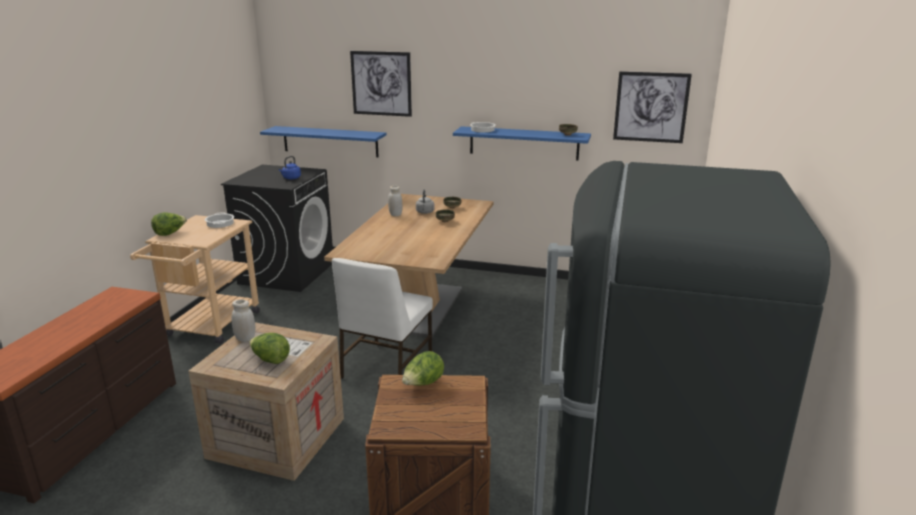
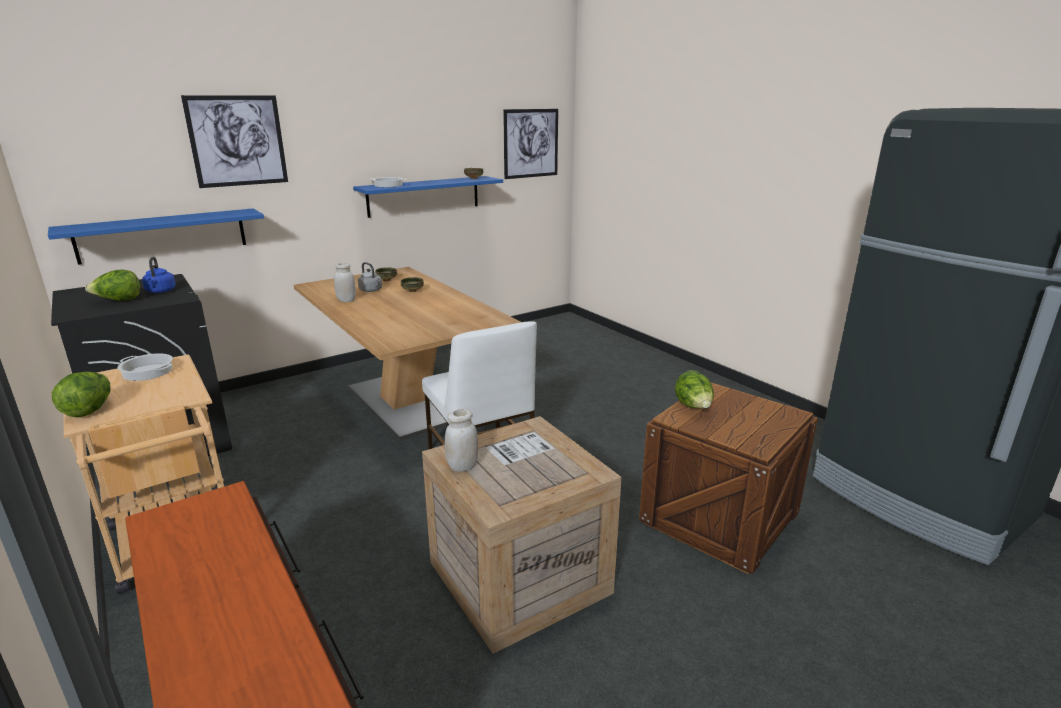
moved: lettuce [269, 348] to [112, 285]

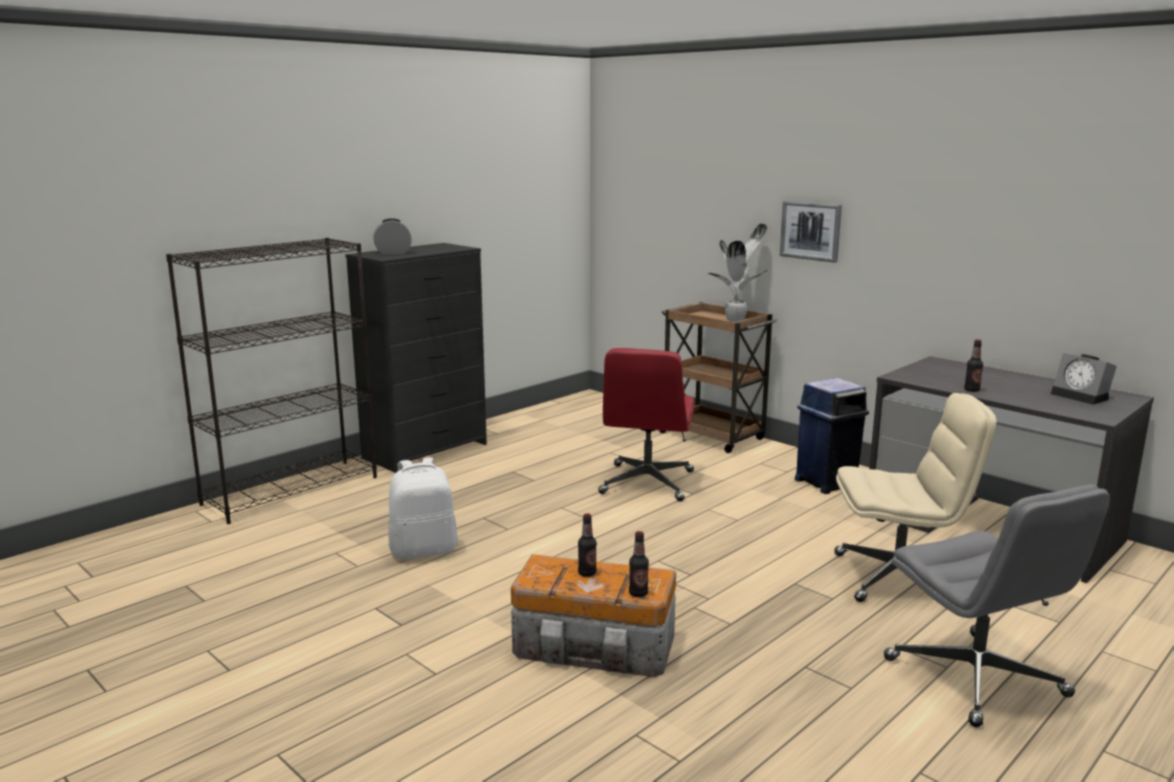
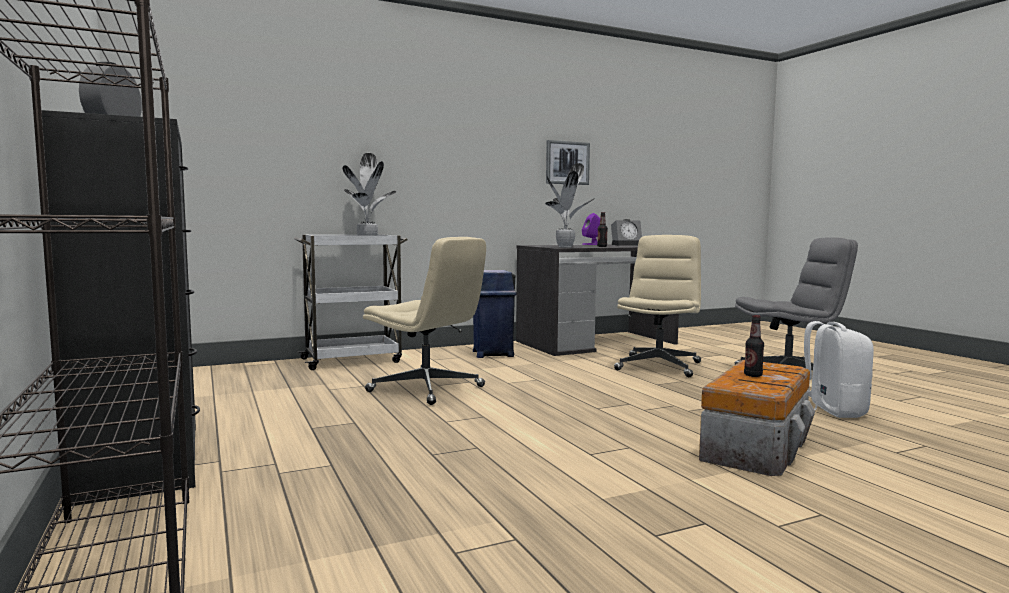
removed: bottle [639, 564]
added: potted plant [570, 205]; speaker in purple [591, 229]
moved: backpack in white [423, 509] to [839, 369]; picture [811, 232] to [568, 162]
recoloured: office chair in red [646, 424] to office chair in beige [424, 321]; cart in brown [718, 377] to cart in white [351, 302]

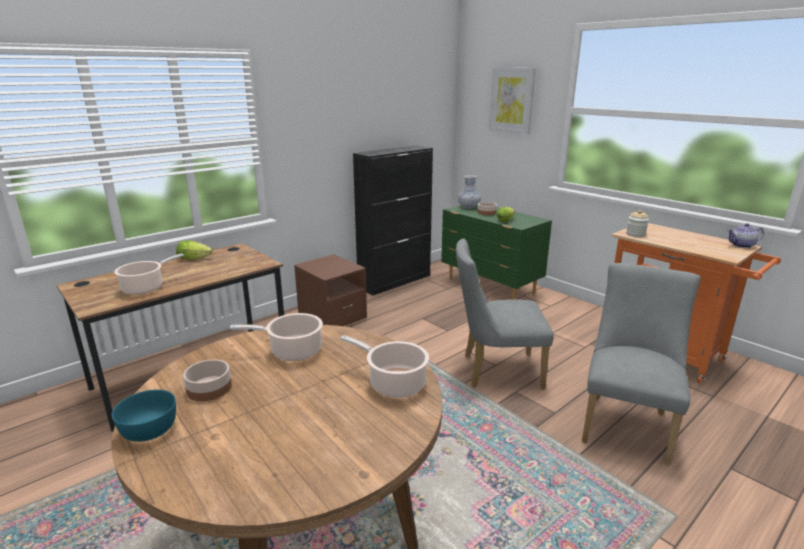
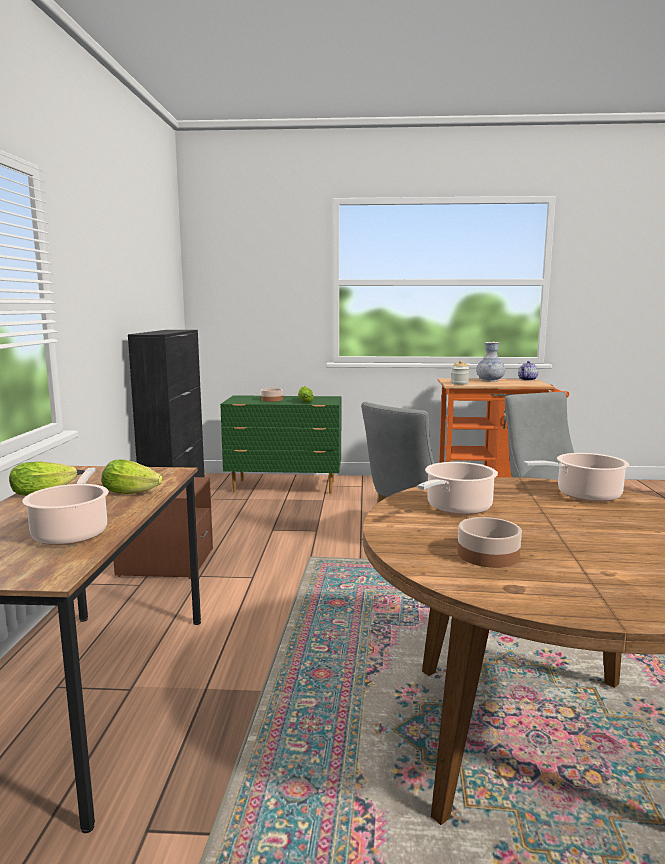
removed: bowl in turquoise [144, 415]; picture [512, 101]
added: lettuce [132, 477]
moved: vase [469, 192] to [491, 362]

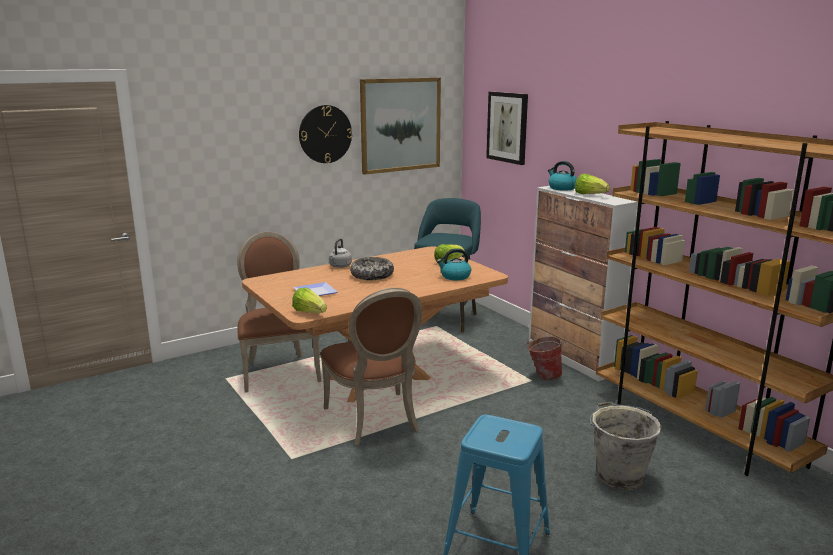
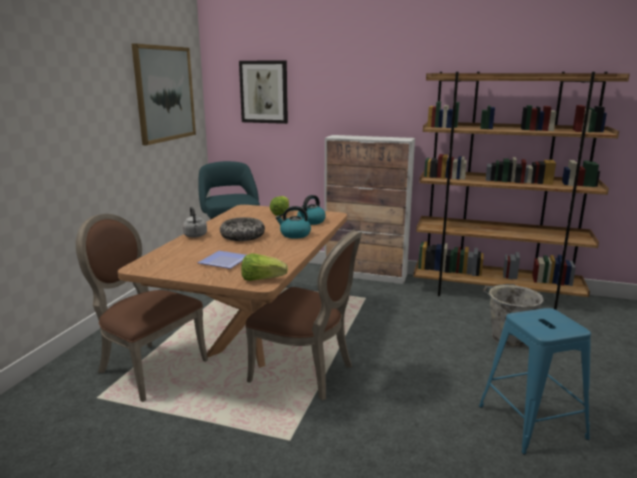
removed: wall clock [325, 134]; bucket [545, 358]; lettuce [592, 184]
moved: kettle [562, 176] to [293, 222]

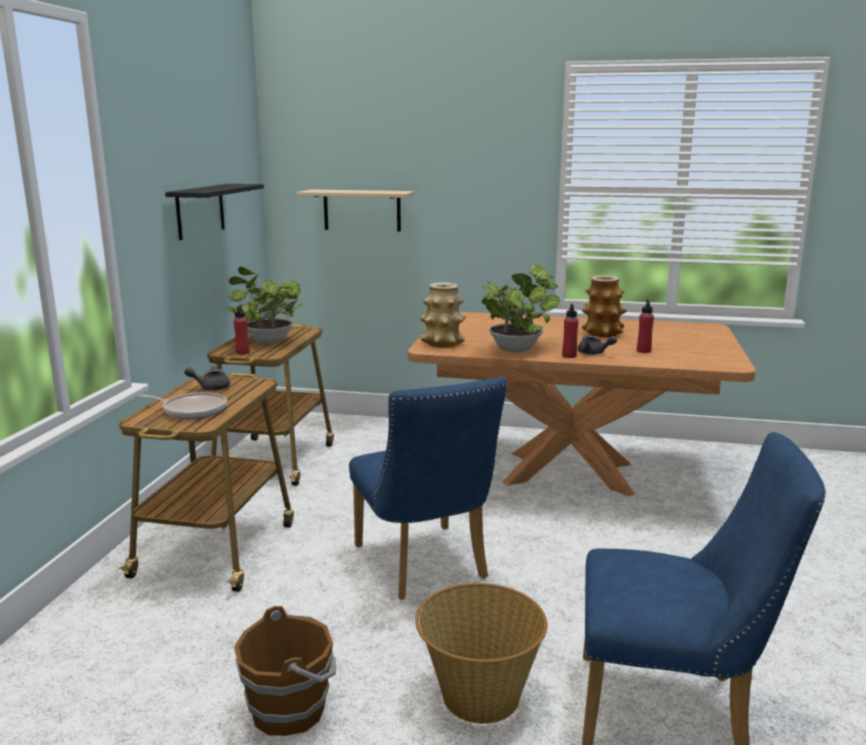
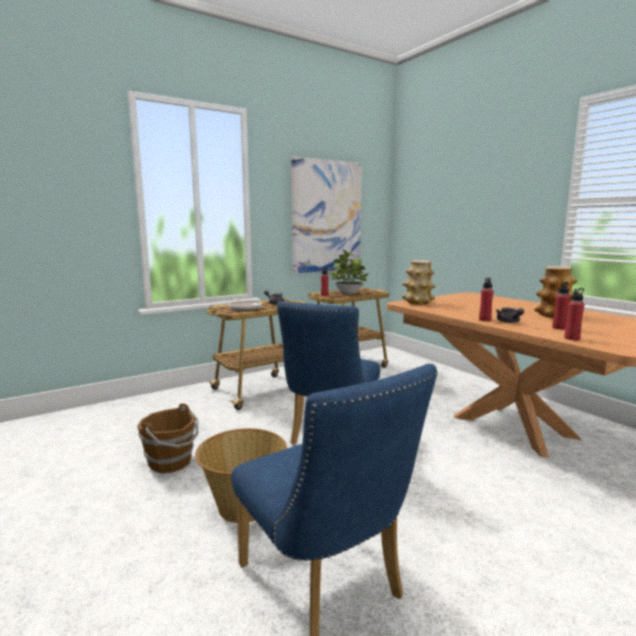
removed: shelf in beige [356, 211]; potted plant [521, 308]
added: bottle in red [574, 314]
replaced: shelf in black [214, 212] to picture [326, 215]

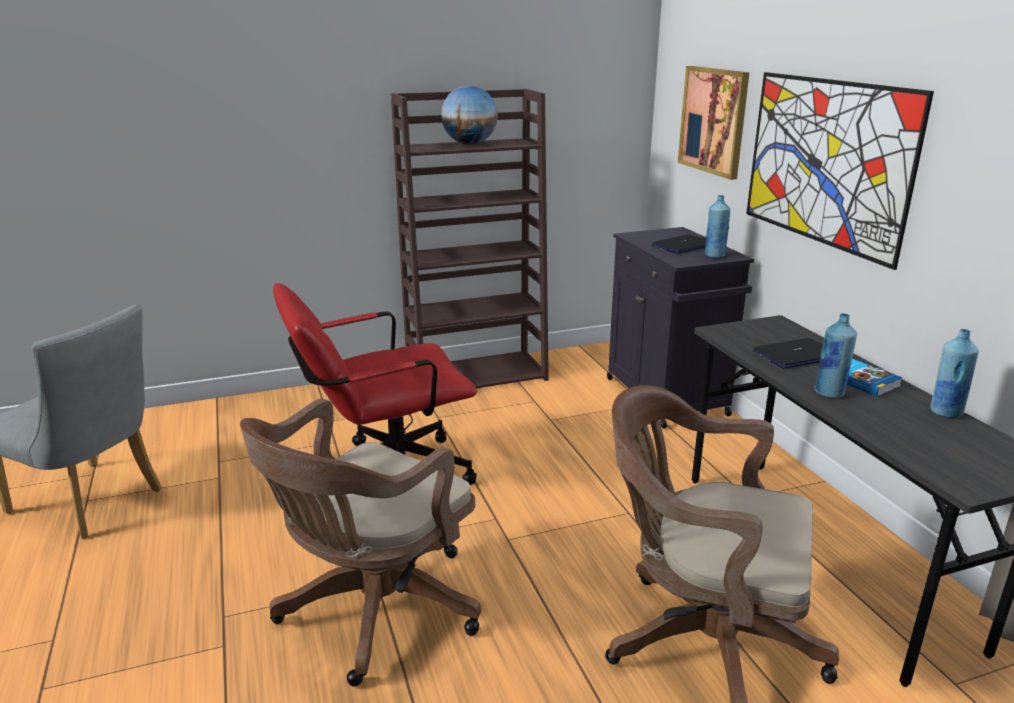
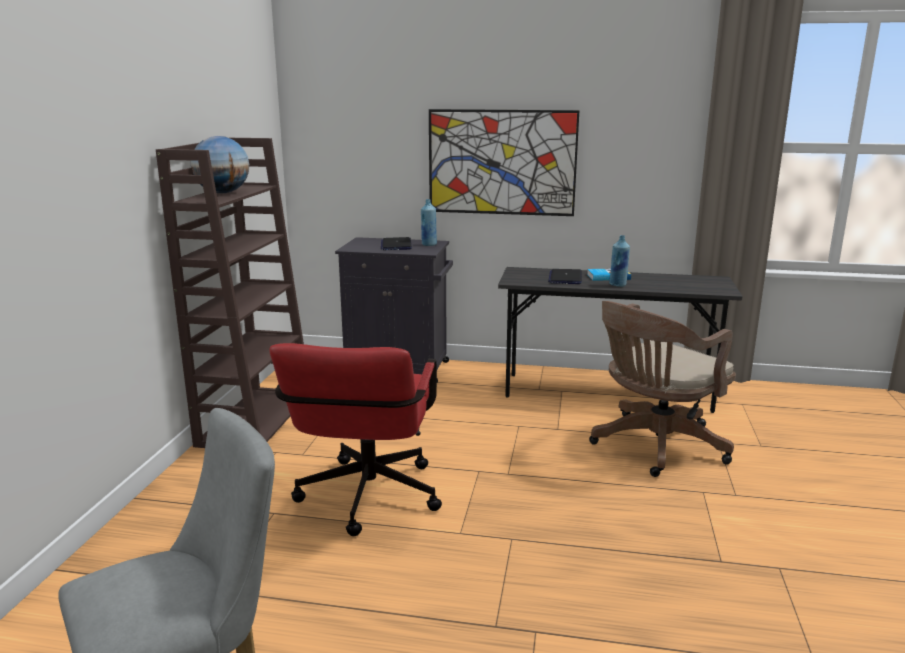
removed: office chair in brown [360, 542]; picture [713, 123]; bottle in blue [954, 373]

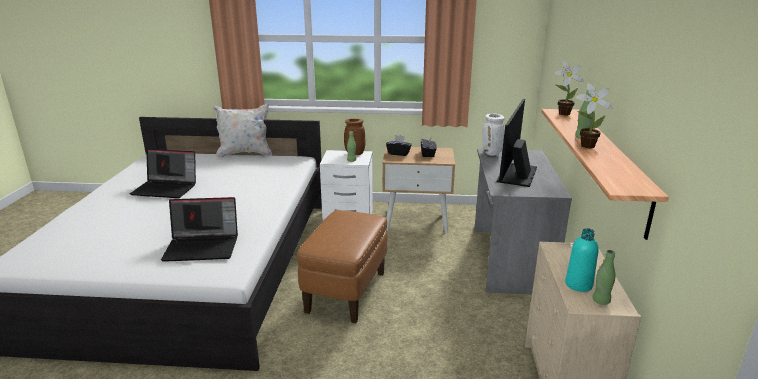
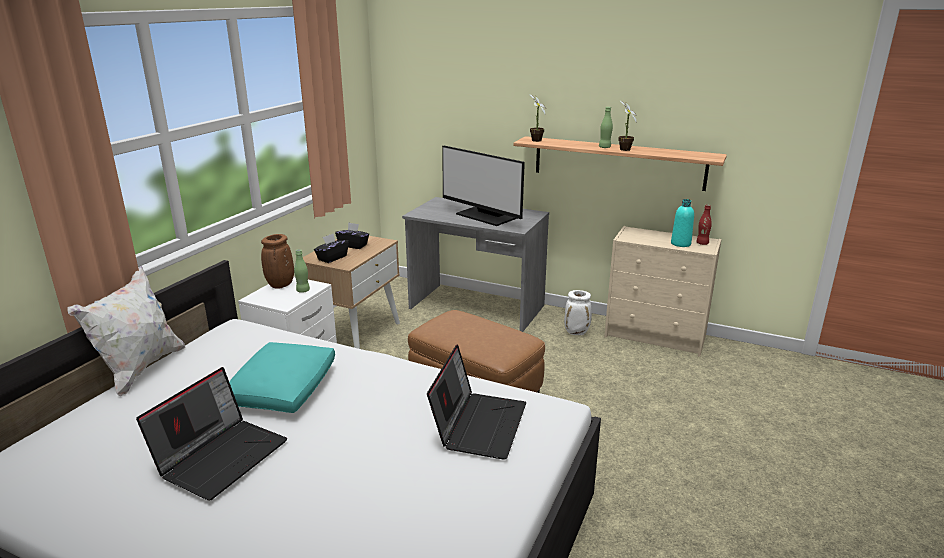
added: pillow in turquoise [282, 377]
moved: vase in white [493, 134] to [578, 312]
recoloured: bottle in green [604, 277] to bottle in red [704, 224]

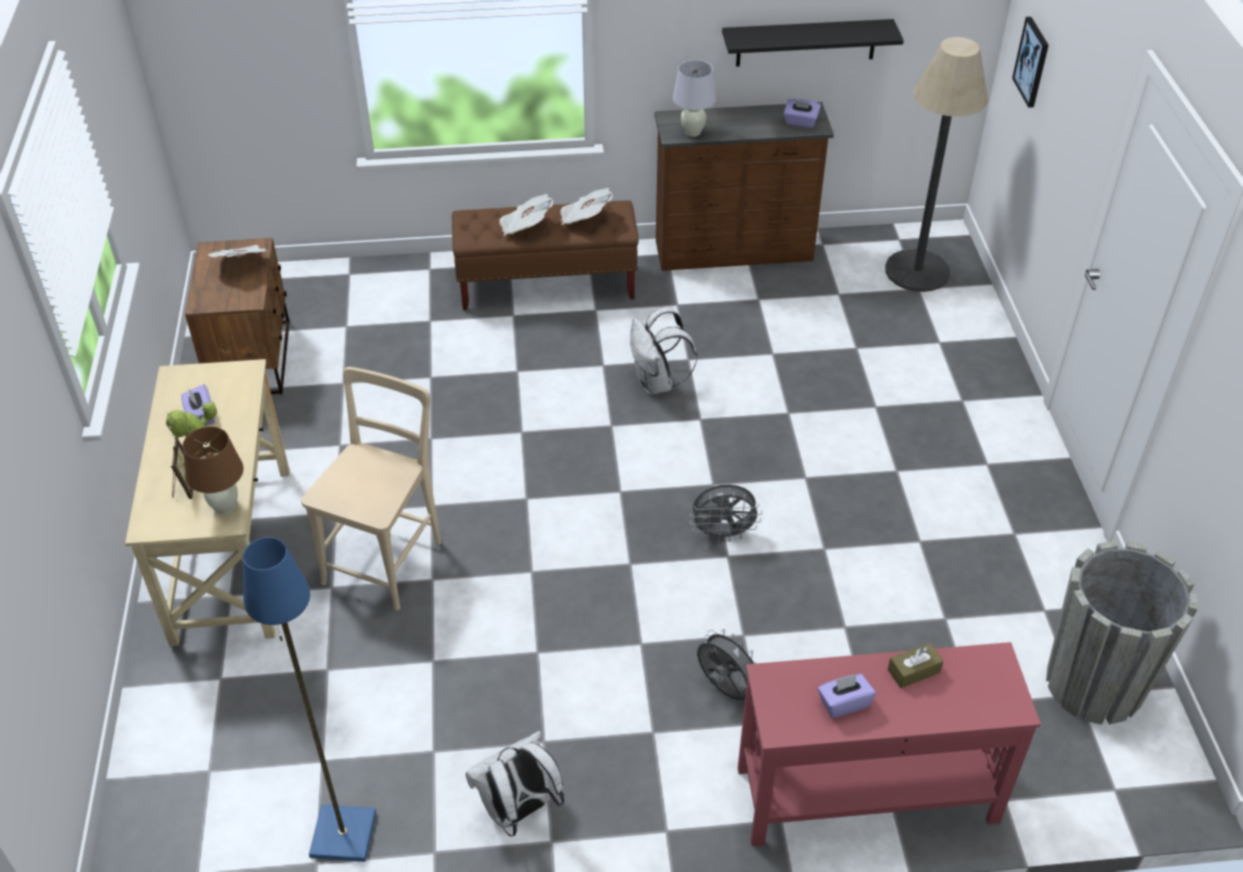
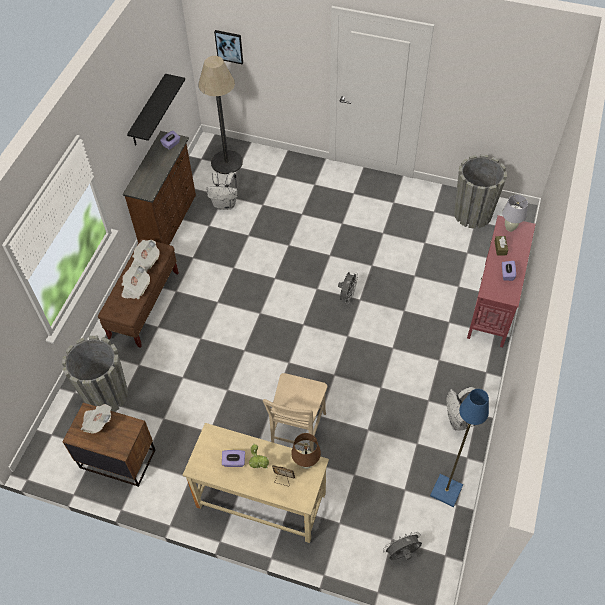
added: planter in grey [95, 374]
moved: backpack in white [663, 351] to [222, 191]; table lamp in white [694, 98] to [515, 213]; fan in grey [727, 664] to [402, 546]
turned: chair in beige [371, 489] = [295, 412] 120 degrees counterclockwise

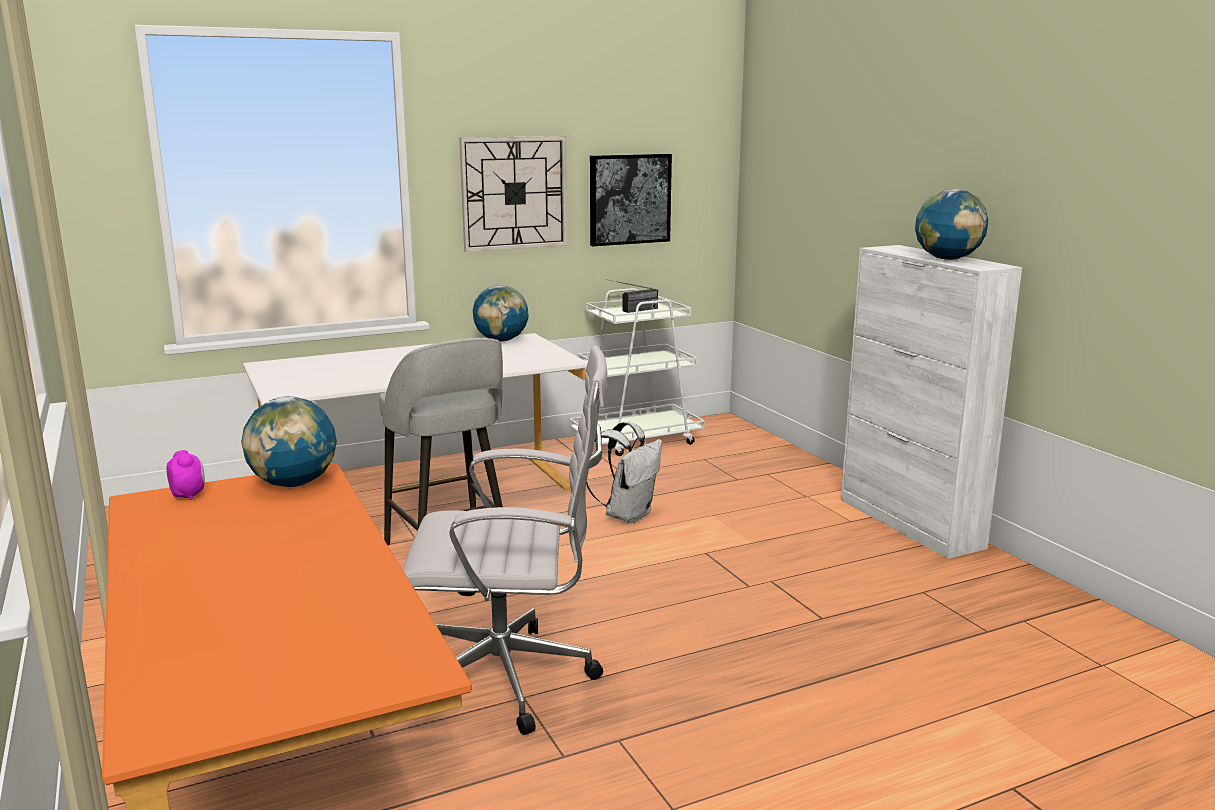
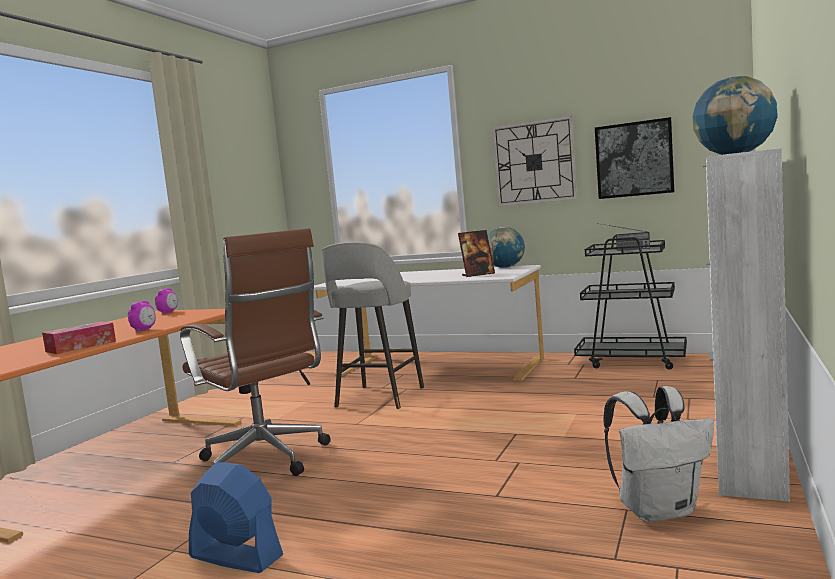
removed: globe [289, 441]
added: tissue box [79, 338]; alarm clock [142, 316]; fan in blue [236, 517]; picture frame [476, 253]
moved: backpack in white [624, 472] to [659, 454]
recoloured: office chair in white [505, 540] to office chair in brown [255, 352]; cart in white [637, 372] to cart in black [630, 302]

